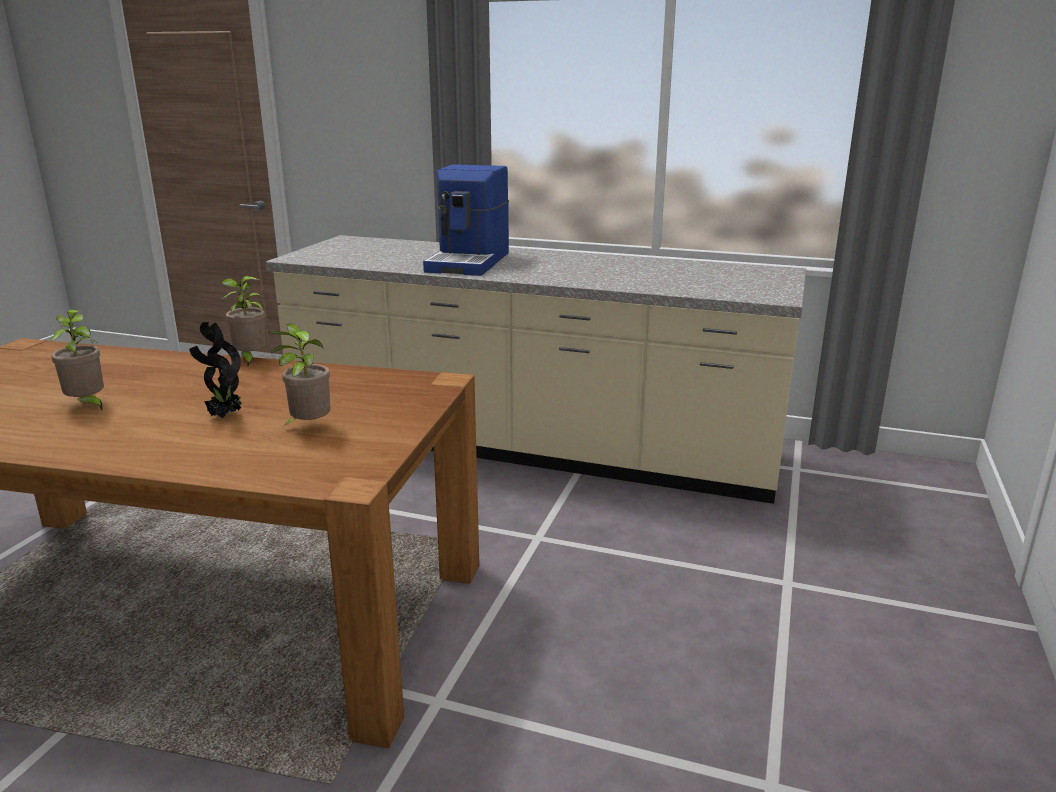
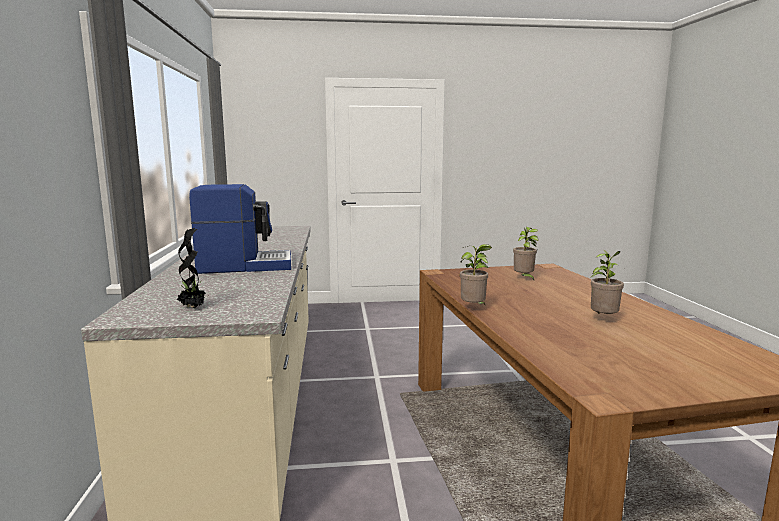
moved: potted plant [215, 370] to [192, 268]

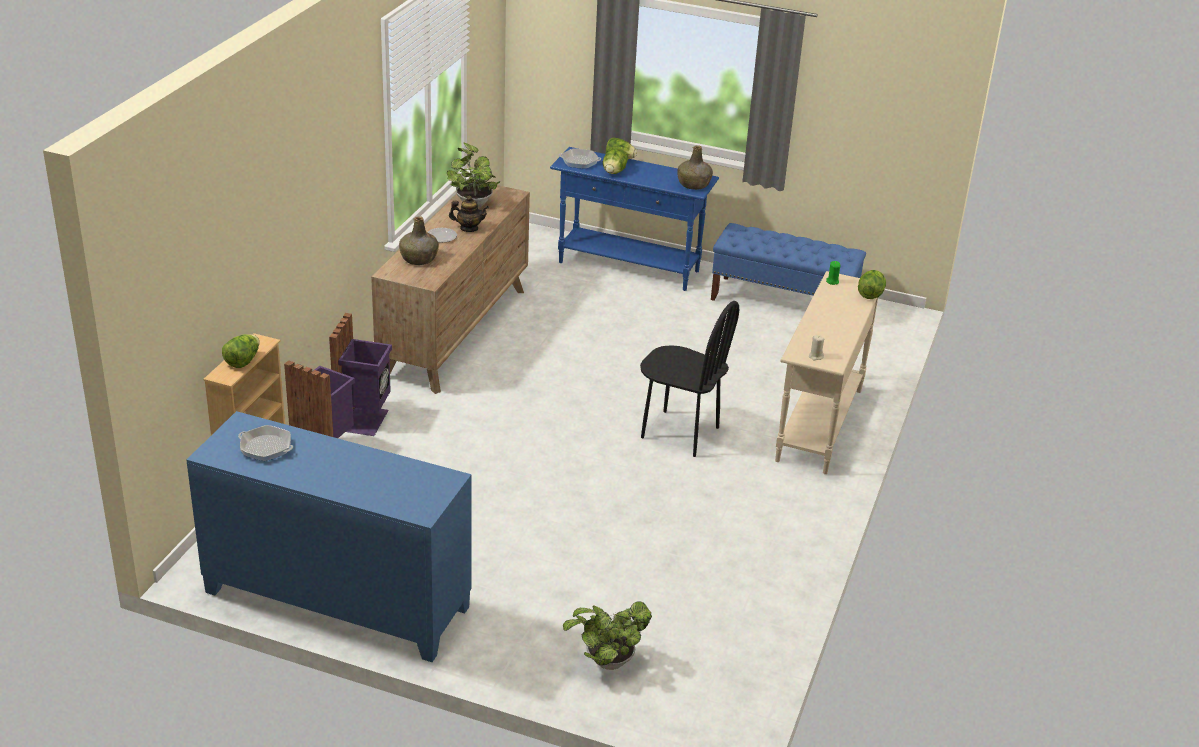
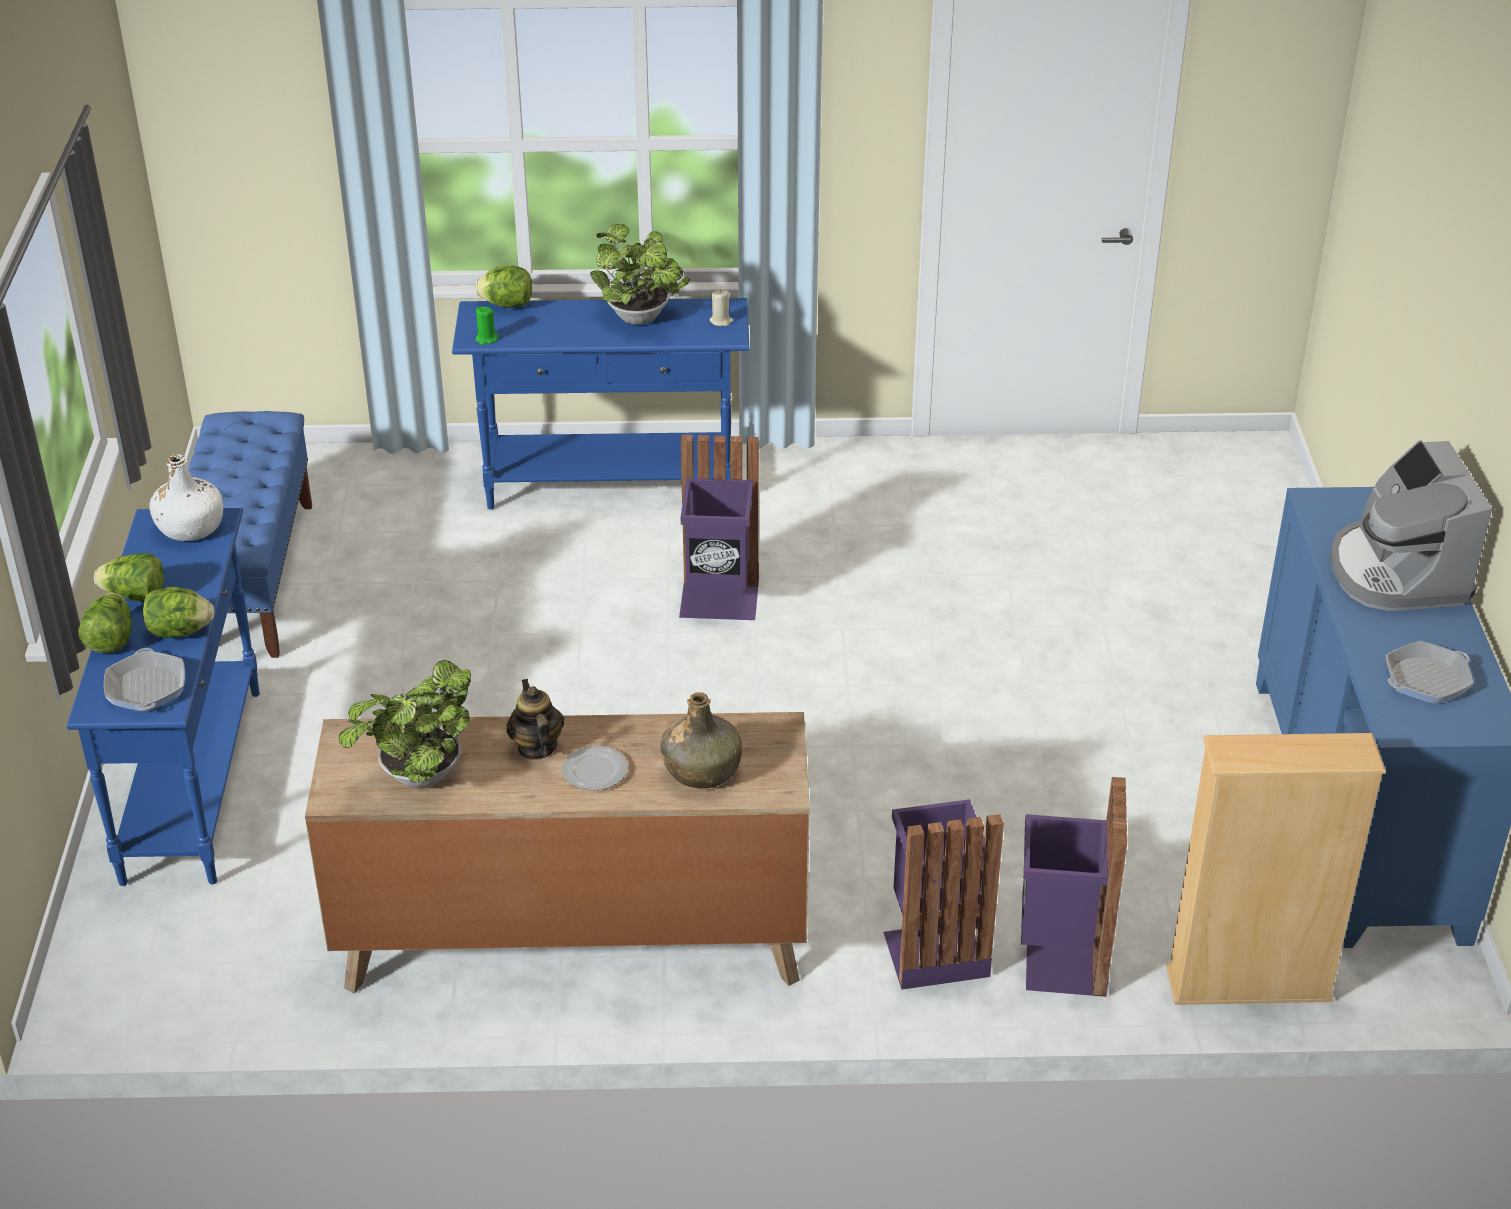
added: coffee machine [1411, 525]
moved: lettuce [241, 351] to [129, 577]; potted plant [607, 636] to [640, 274]
replaced: chair in black [689, 379] to trash can in purple [719, 527]
recoloured: bottle in green [695, 167] to bottle in white [186, 498]; console table in beige [826, 372] to console table in blue [600, 404]
turned: frying pan [265, 443] = [1429, 672] 60 degrees clockwise

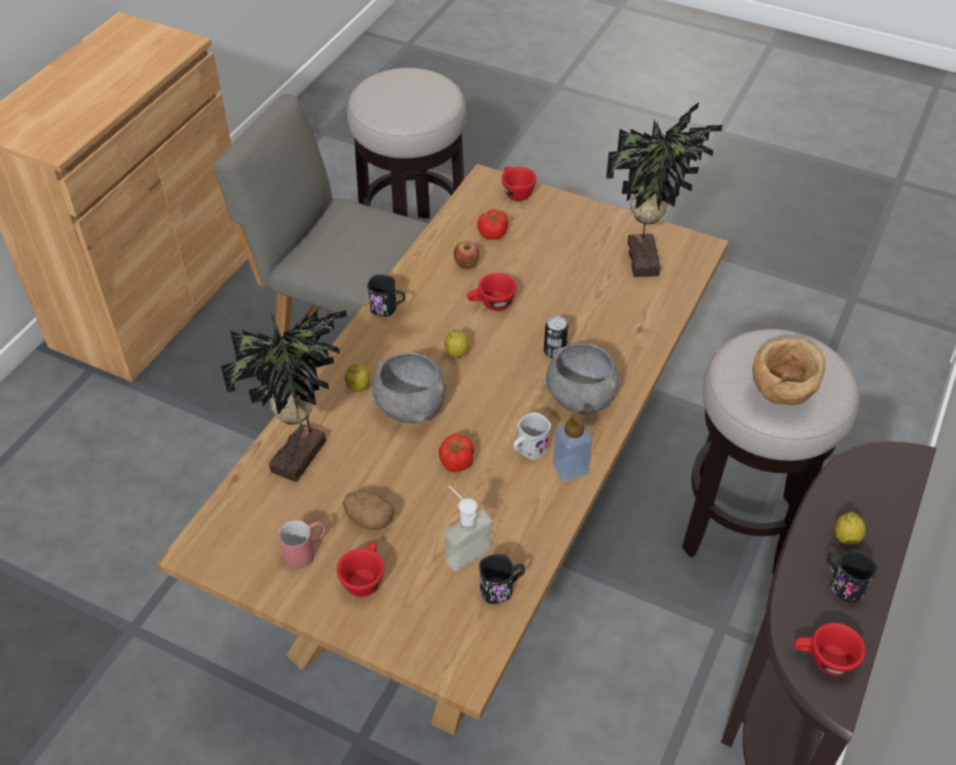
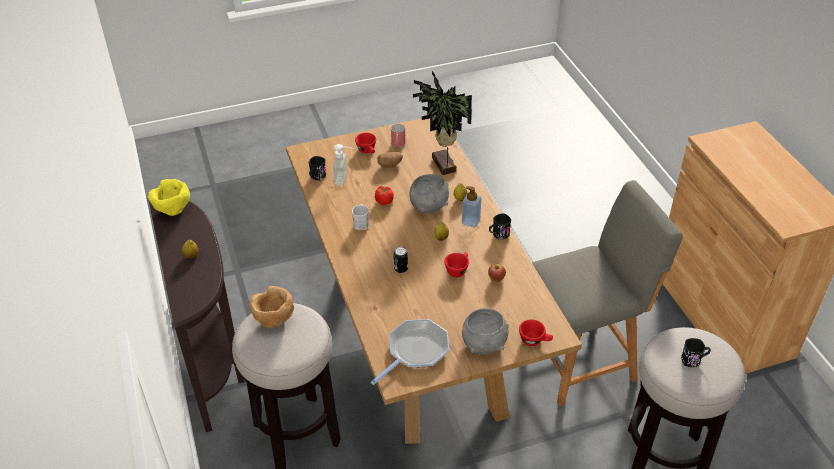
removed: tomato [492, 224]
moved: bowl in grey [581, 380] to [485, 331]; soap dispenser [572, 447] to [471, 207]; mug in black [852, 576] to [696, 352]
replaced: potted plant [664, 189] to frying pan [410, 352]; cup in red [830, 649] to bowl in yellow [169, 197]

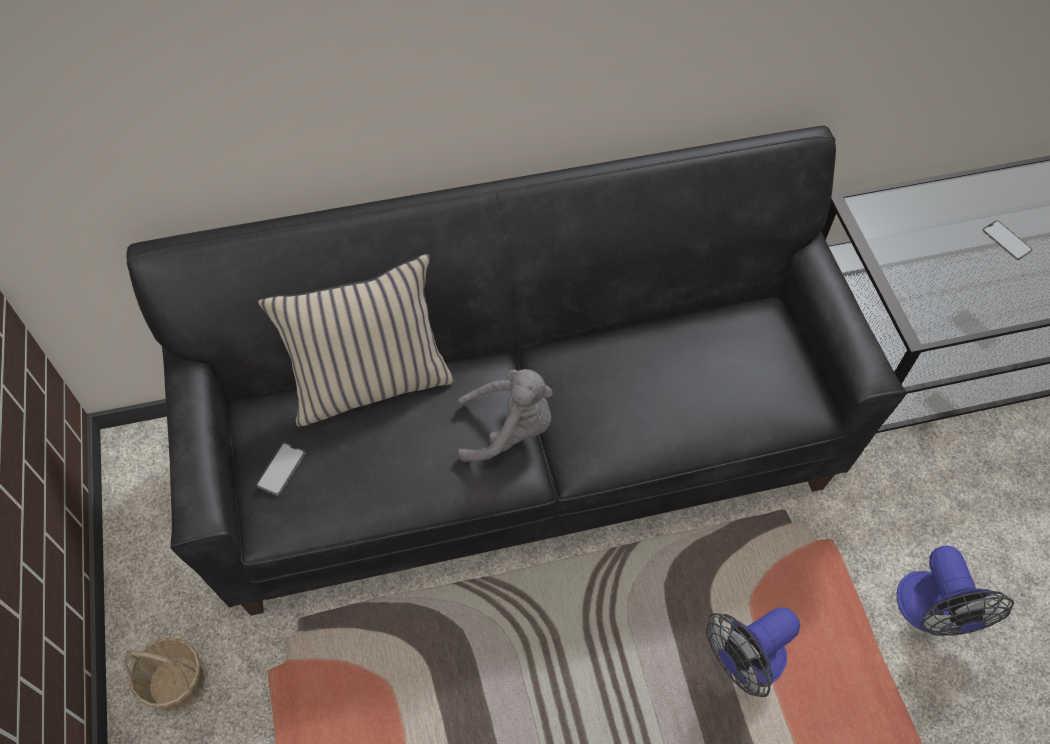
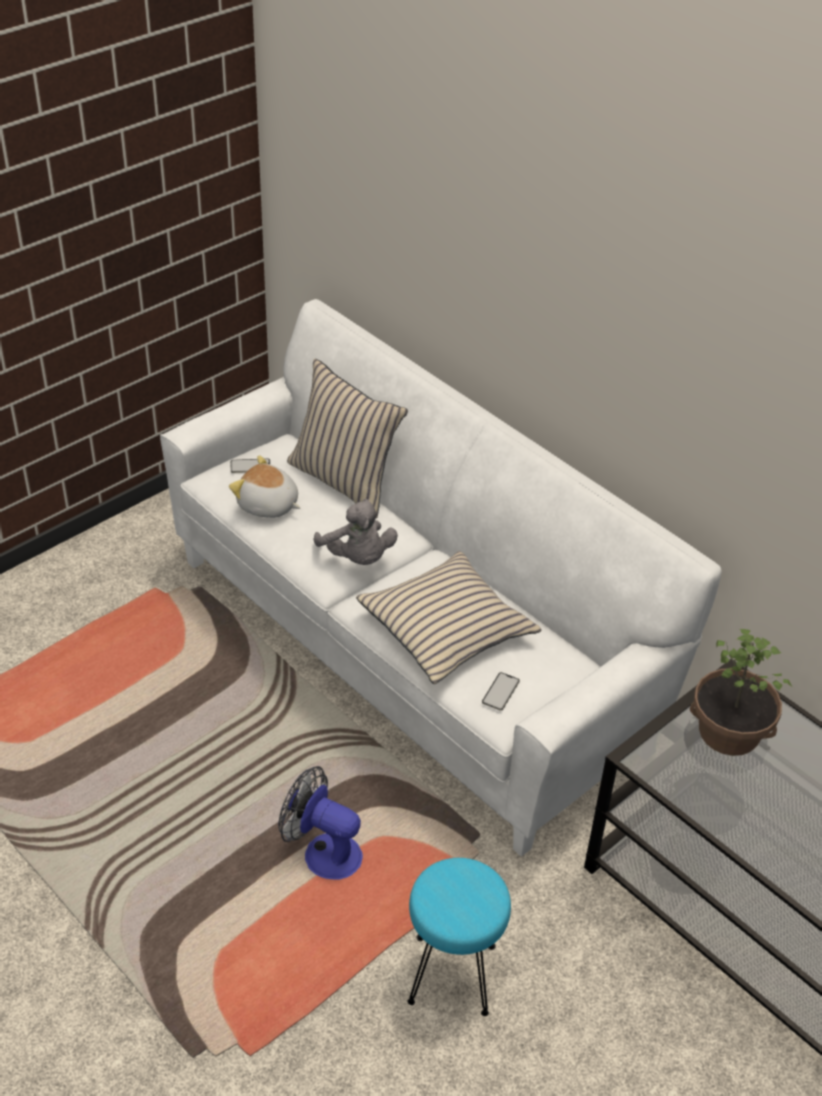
removed: basket [164, 675]
added: plush toy [265, 486]; pillow in beige [449, 617]; potted plant [741, 692]
moved: phone [1007, 240] to [501, 691]
replaced: fan [955, 591] to stool in turquoise [459, 937]
recoloured: sofa in black [516, 371] to sofa in white [441, 578]

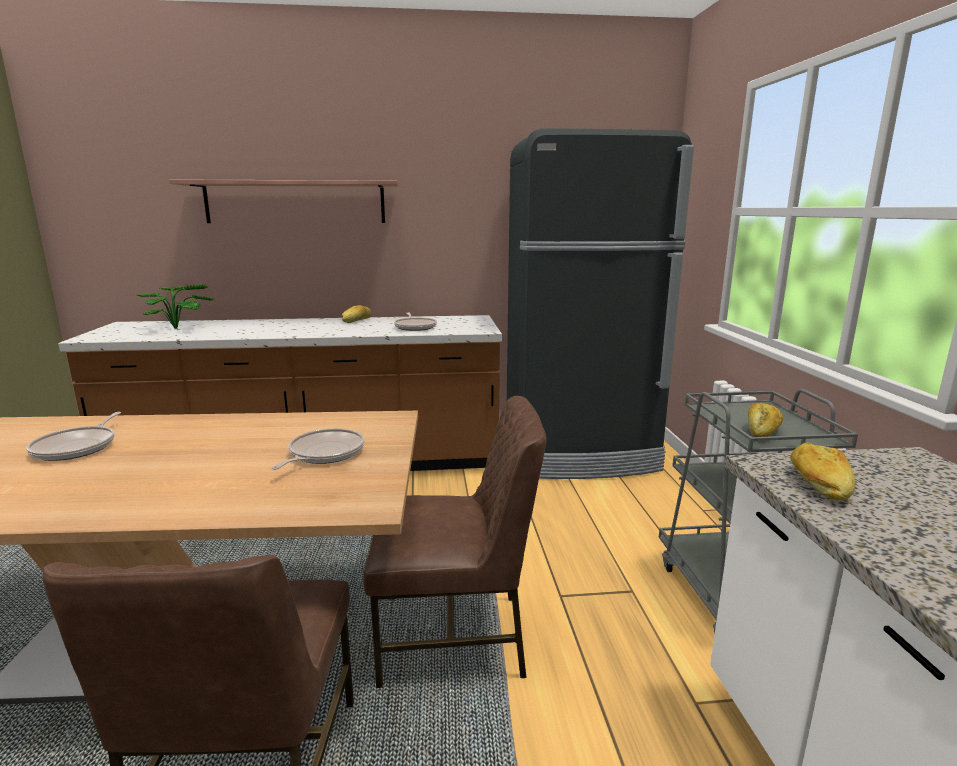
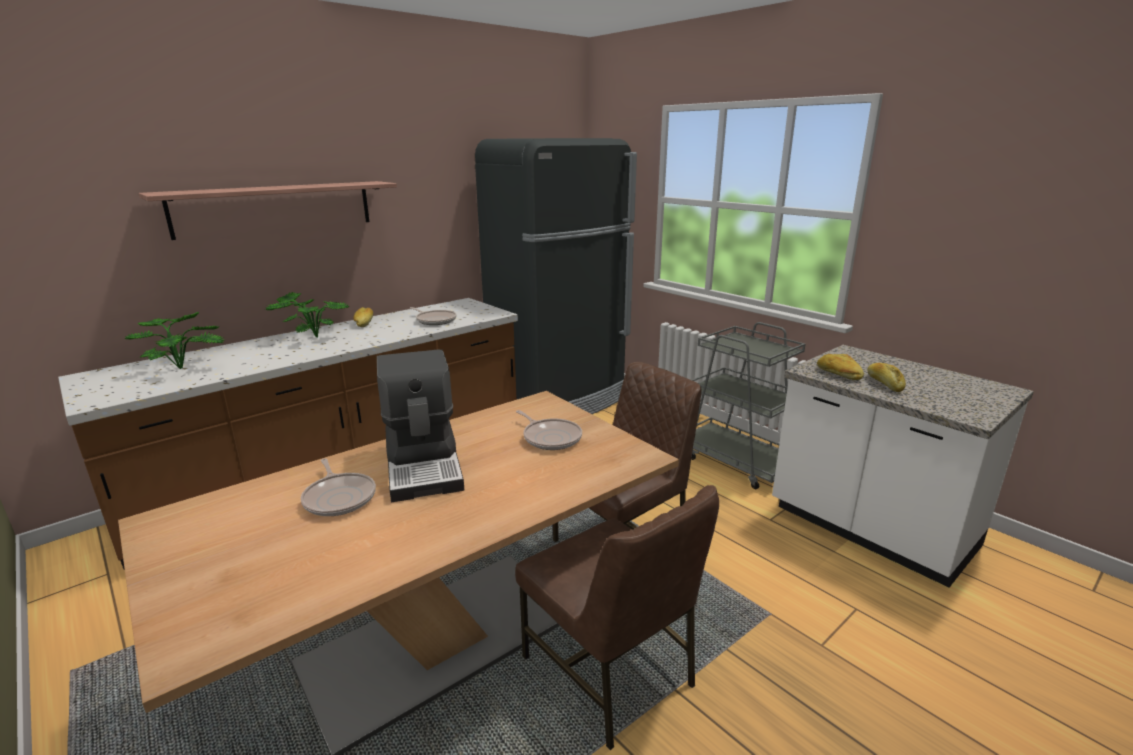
added: potted plant [307, 315]; coffee machine [420, 425]
moved: bread [765, 420] to [886, 377]
turned: frying pan [317, 449] = [549, 430] 150 degrees clockwise

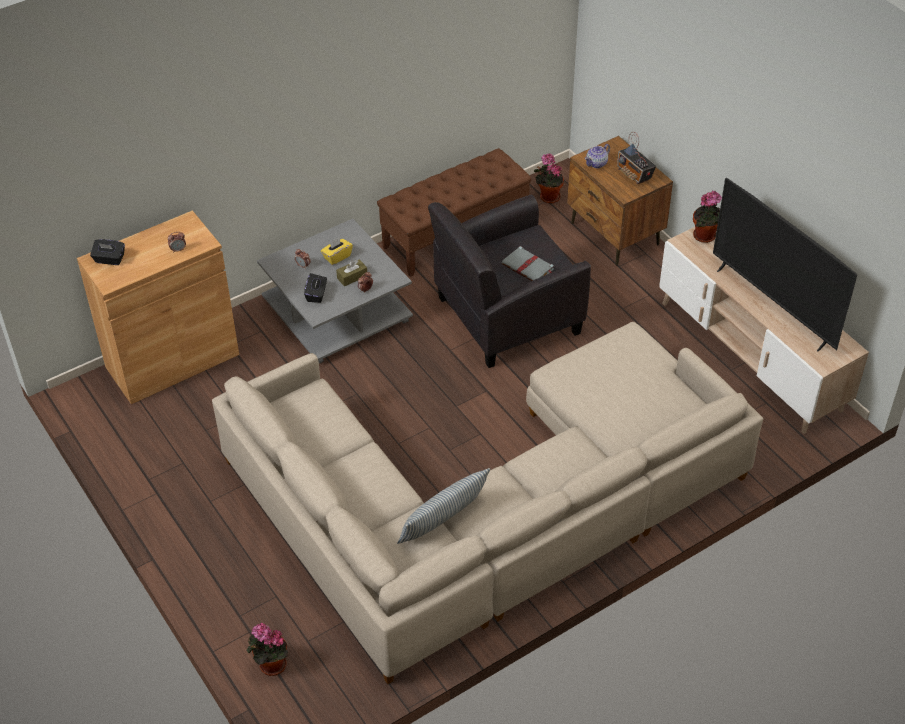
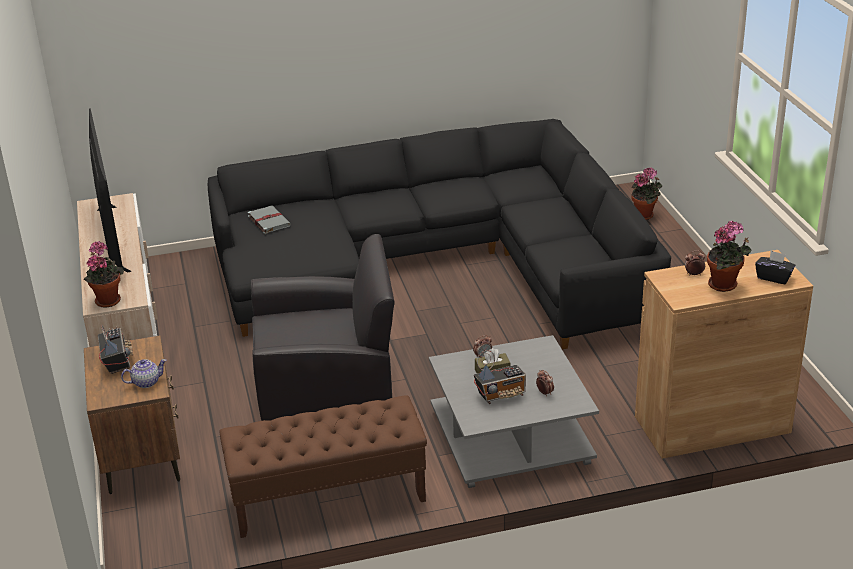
removed: tissue box in black [315, 288]; pillow [443, 506]
moved: book in grey [528, 263] to [269, 220]; potted plant [549, 178] to [729, 256]
replaced: tissue box in yellow [337, 251] to radio [500, 377]
recoloured: sofa in beige [487, 503] to sofa in black [439, 234]

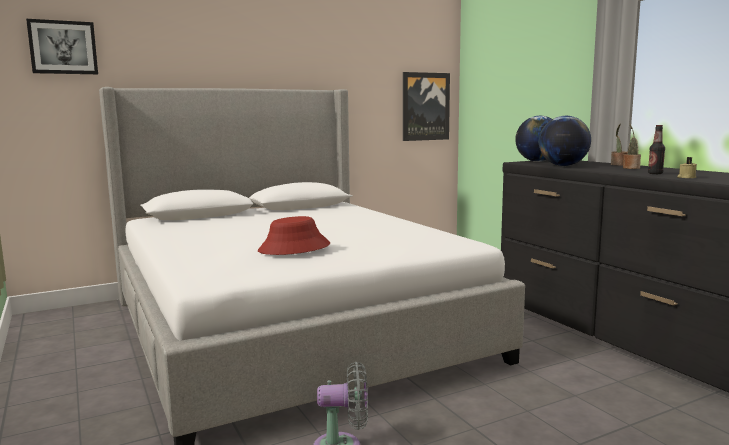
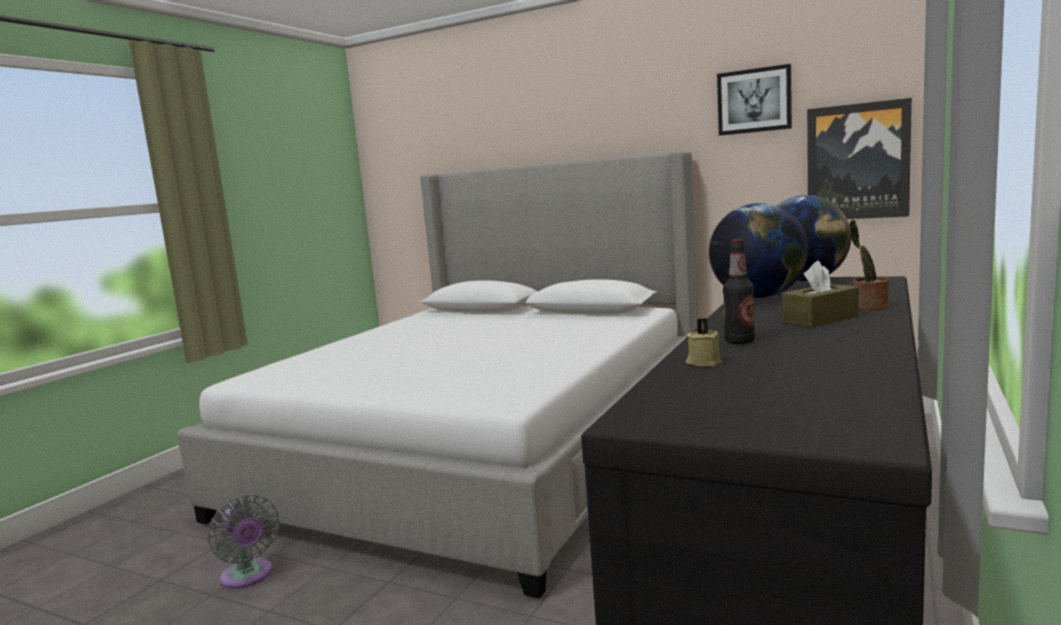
removed: hat in red [294, 235]
moved: picture [62, 46] to [754, 100]
replaced: potted plant [632, 146] to tissue box in brown [820, 294]

